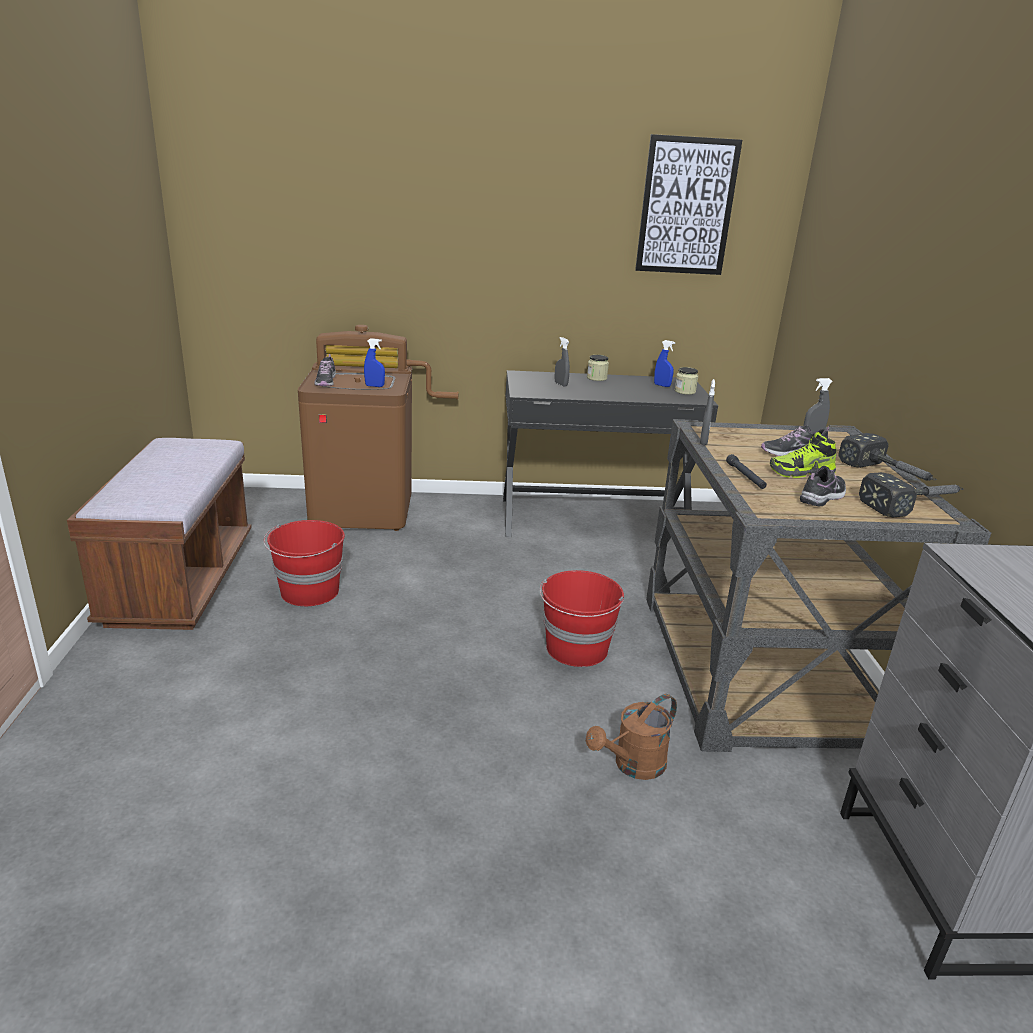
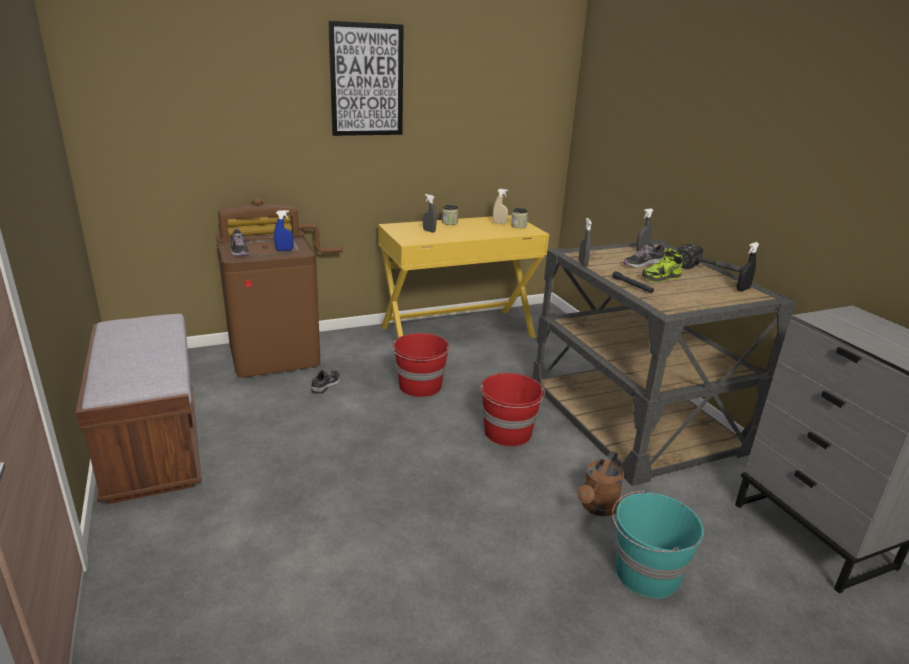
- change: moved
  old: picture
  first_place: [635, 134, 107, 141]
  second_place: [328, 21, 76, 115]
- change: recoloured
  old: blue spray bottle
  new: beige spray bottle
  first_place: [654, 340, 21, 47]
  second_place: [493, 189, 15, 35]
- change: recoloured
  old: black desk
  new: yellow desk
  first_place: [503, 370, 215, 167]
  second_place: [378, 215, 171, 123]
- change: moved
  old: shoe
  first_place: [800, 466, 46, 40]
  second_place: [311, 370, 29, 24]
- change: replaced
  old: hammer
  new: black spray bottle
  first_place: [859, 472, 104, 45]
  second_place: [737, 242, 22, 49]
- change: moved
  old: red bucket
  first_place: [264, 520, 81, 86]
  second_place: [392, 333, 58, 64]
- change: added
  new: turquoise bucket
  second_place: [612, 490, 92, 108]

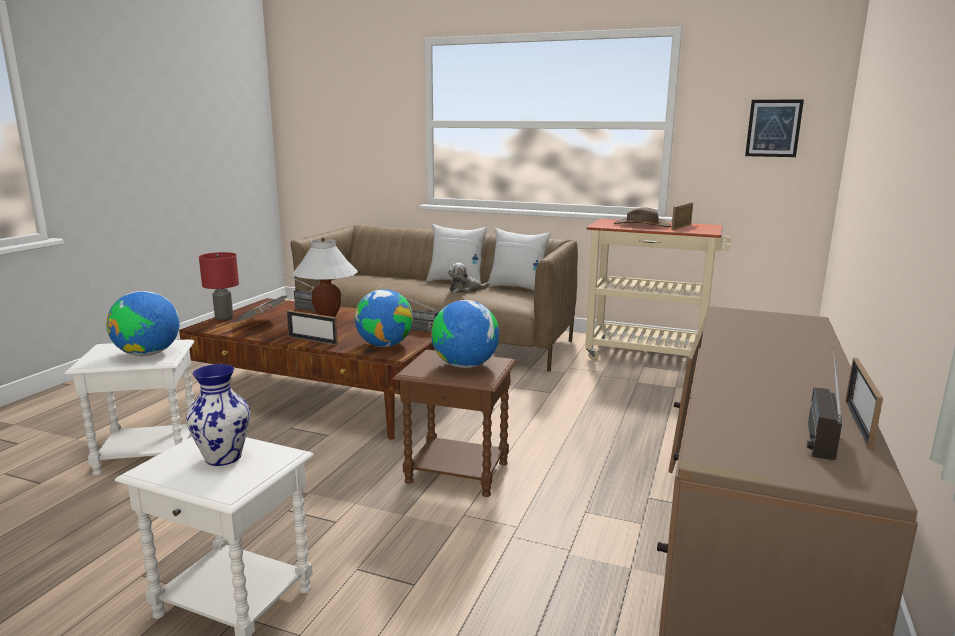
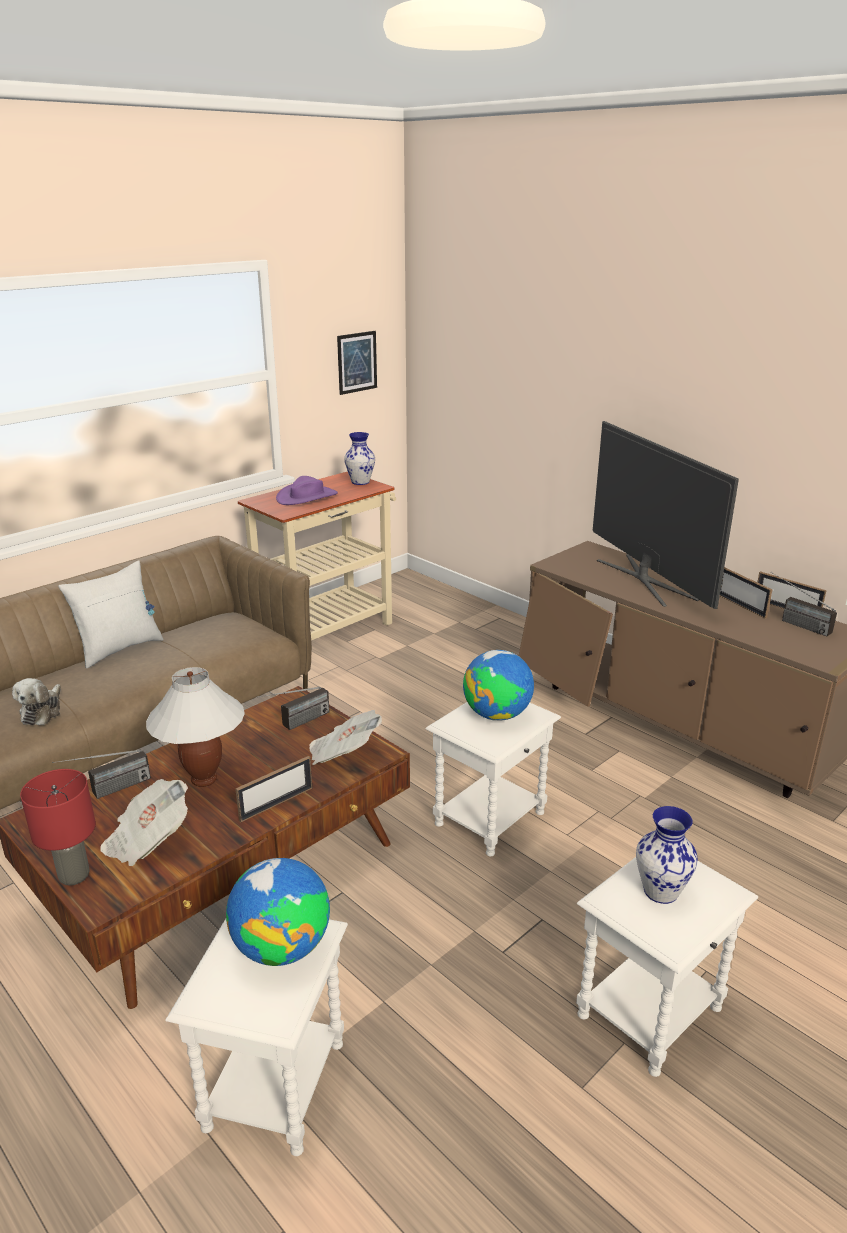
- change: moved
  old: picture frame
  first_place: [672, 202, 21, 28]
  second_place: [720, 567, 52, 52]
- change: recoloured
  old: brown hat
  new: purple hat
  first_place: [614, 207, 57, 20]
  second_place: [276, 476, 62, 29]
- change: removed
  old: grey pillow
  first_place: [488, 228, 63, 63]
- change: moved
  old: plush toy
  first_place: [448, 263, 42, 30]
  second_place: [12, 678, 49, 47]
- change: replaced
  old: globe
  new: newspaper
  first_place: [355, 289, 58, 58]
  second_place: [309, 710, 73, 55]
- change: recoloured
  old: brown side table
  new: white side table
  first_place: [393, 350, 124, 147]
  second_place: [426, 702, 135, 154]
- change: added
  new: television
  second_place: [593, 421, 146, 188]
- change: added
  new: vase
  second_place: [344, 432, 31, 53]

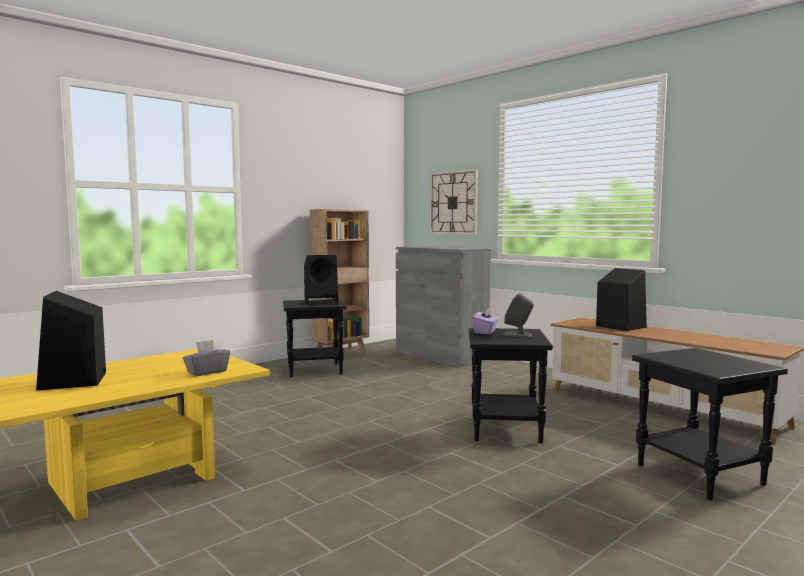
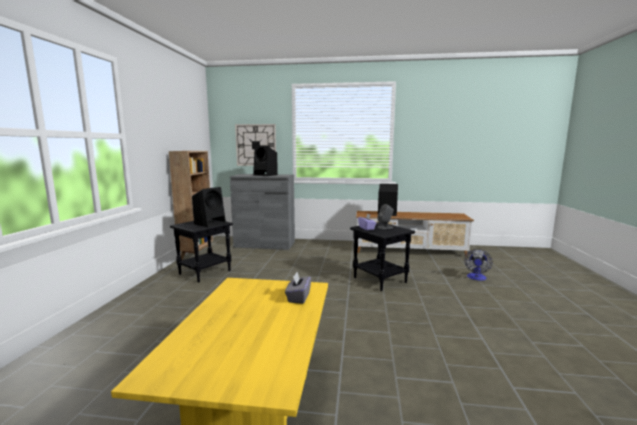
- change: moved
  old: black speaker
  first_place: [36, 291, 70, 100]
  second_place: [253, 146, 25, 30]
- change: replaced
  old: black side table
  new: fan
  first_place: [632, 348, 156, 152]
  second_place: [464, 249, 29, 32]

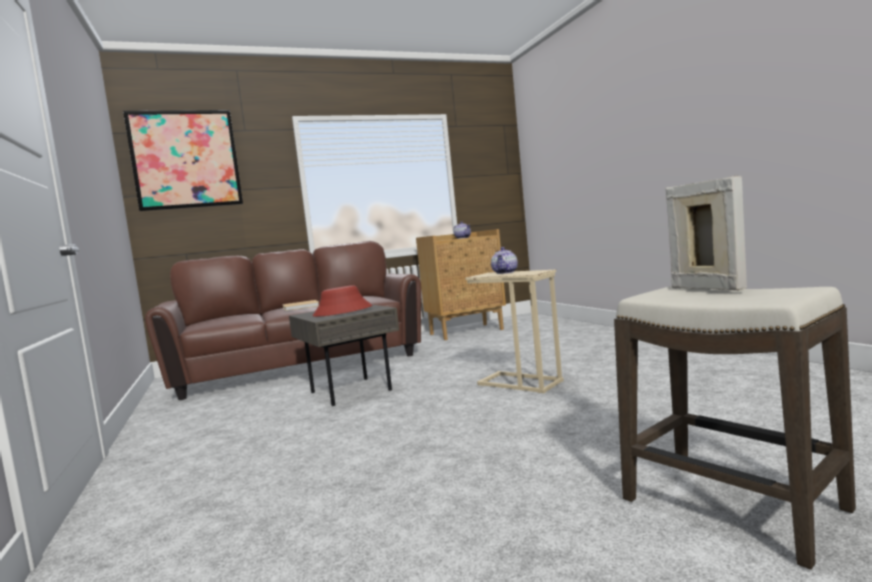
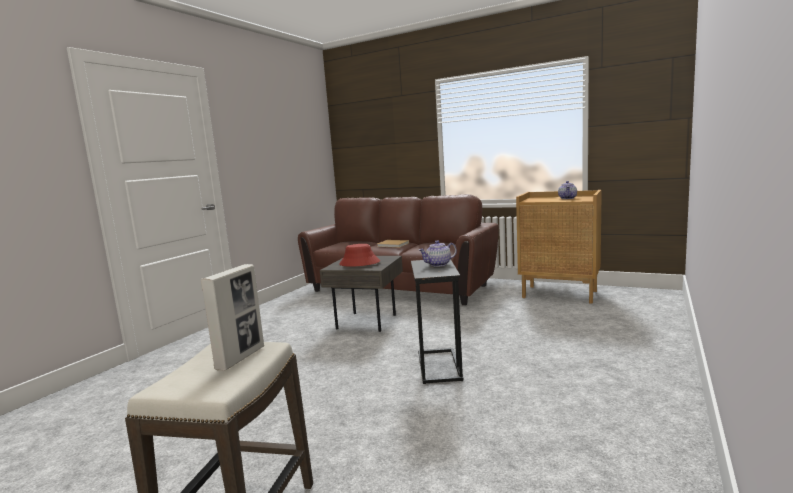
- change: removed
  old: picture
  first_place: [123, 110, 120, 101]
- change: recoloured
  old: beige side table
  new: black side table
  first_place: [465, 270, 99, 123]
  second_place: [411, 259, 52, 125]

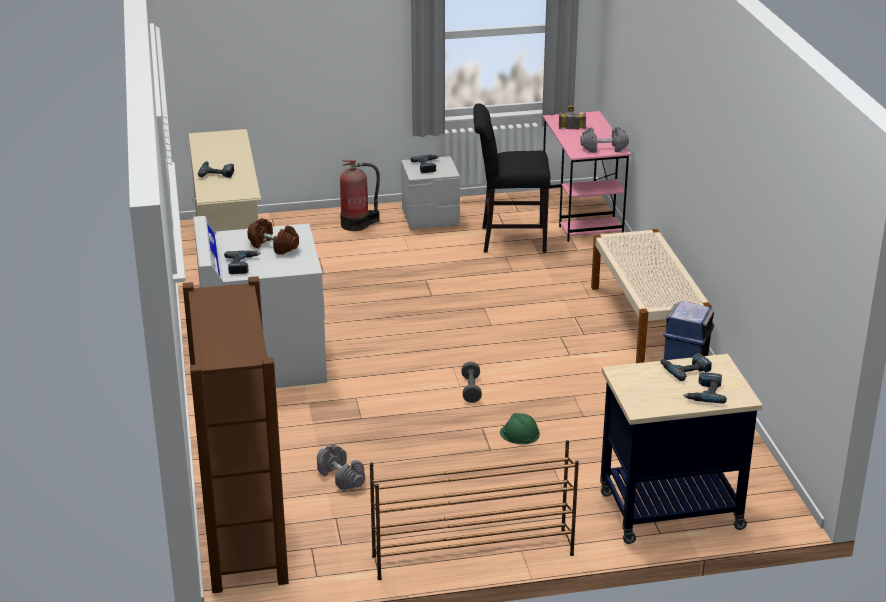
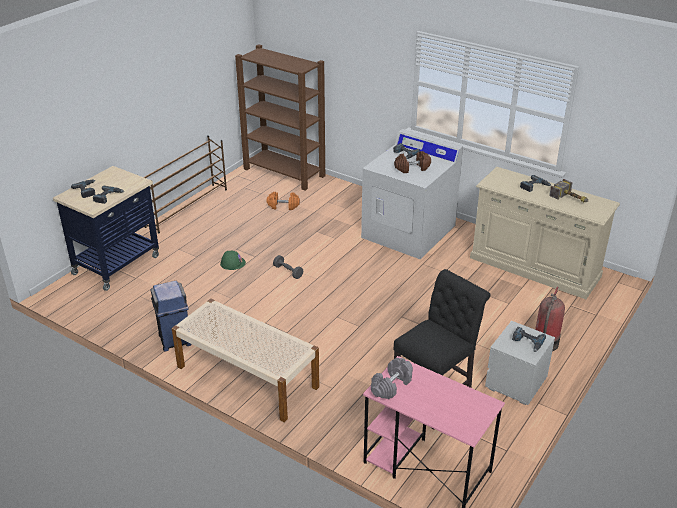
- change: moved
  old: hammer
  first_place: [559, 105, 27, 24]
  second_place: [549, 179, 39, 23]
- change: recoloured
  old: grey dumbbell
  new: orange dumbbell
  first_place: [317, 445, 48, 46]
  second_place: [267, 192, 33, 18]

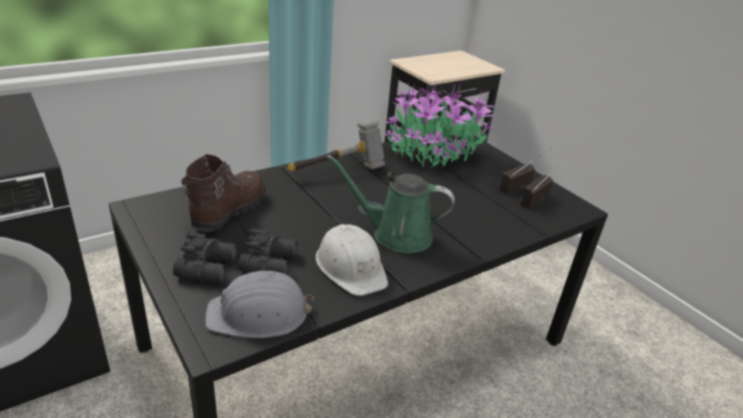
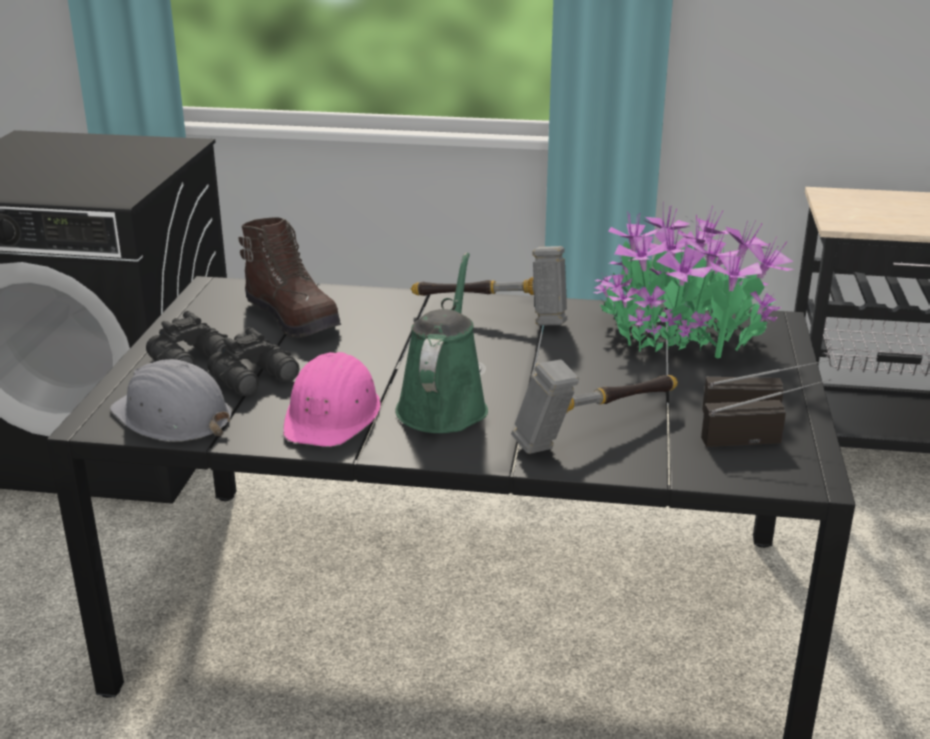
- change: turned
  old: brown boot
  first_place: [181, 154, 85, 78]
  second_place: [238, 217, 103, 121]
  degrees: 75
- change: turned
  old: green watering can
  first_place: [326, 155, 129, 98]
  second_place: [395, 253, 93, 180]
  degrees: 45
- change: recoloured
  old: white hard hat
  new: pink hard hat
  first_place: [315, 224, 73, 72]
  second_place: [283, 352, 98, 95]
- change: added
  new: hammer
  second_place: [511, 360, 167, 94]

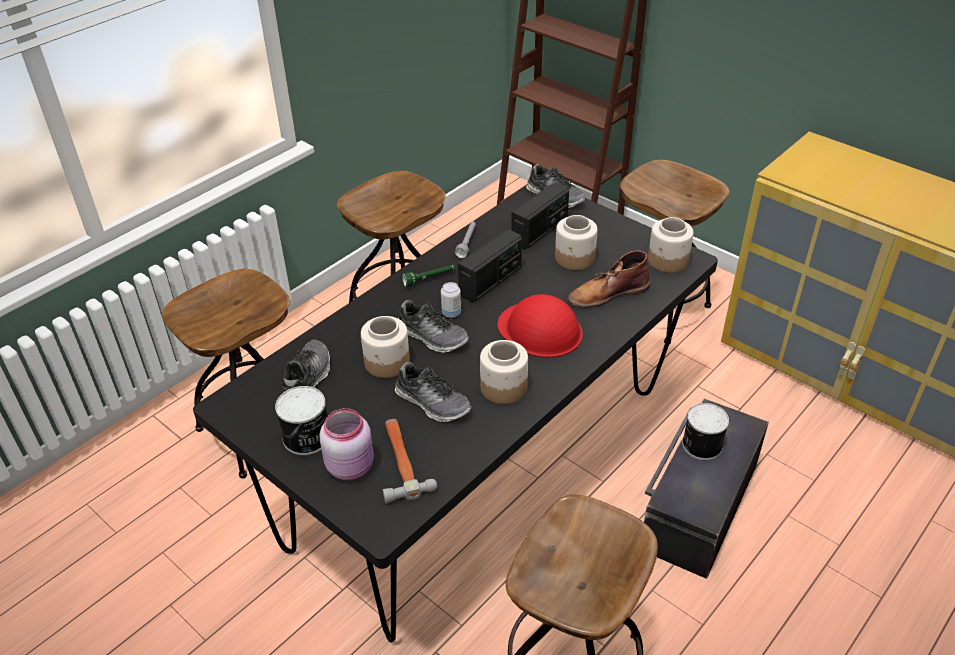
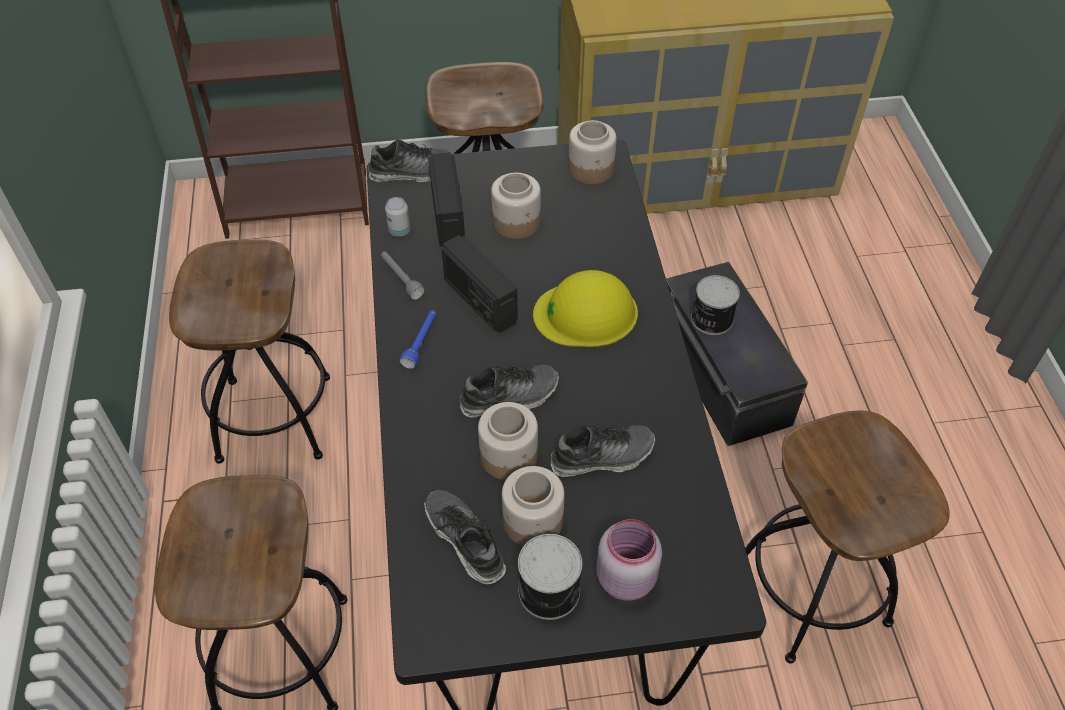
- change: turned
  old: radio
  first_place: [458, 229, 64, 73]
  second_place: [442, 235, 76, 98]
  degrees: 150
- change: removed
  old: brown boot
  first_place: [568, 250, 82, 58]
- change: recoloured
  old: green flashlight
  new: blue flashlight
  first_place: [402, 265, 53, 22]
  second_place: [399, 310, 38, 59]
- change: moved
  old: can
  first_place: [441, 282, 20, 36]
  second_place: [385, 197, 25, 40]
- change: recoloured
  old: red hard hat
  new: yellow hard hat
  first_place: [498, 294, 85, 64]
  second_place: [533, 270, 105, 77]
- change: moved
  old: jar
  first_place: [480, 340, 48, 64]
  second_place: [502, 466, 62, 80]
- change: removed
  old: hammer
  first_place: [383, 419, 54, 85]

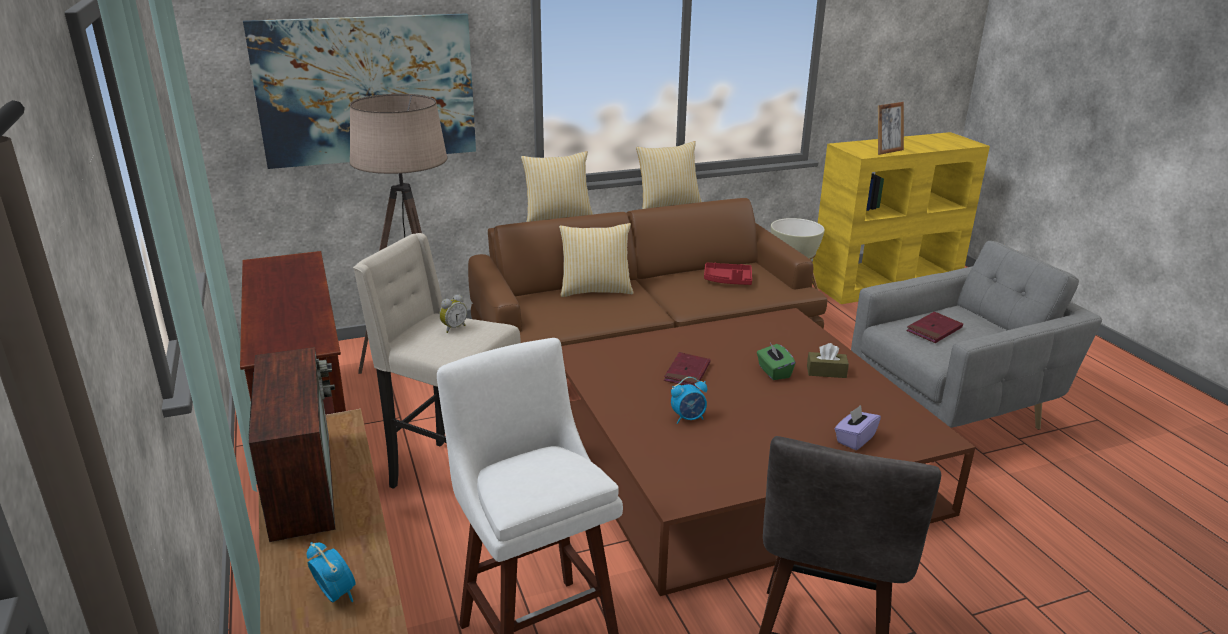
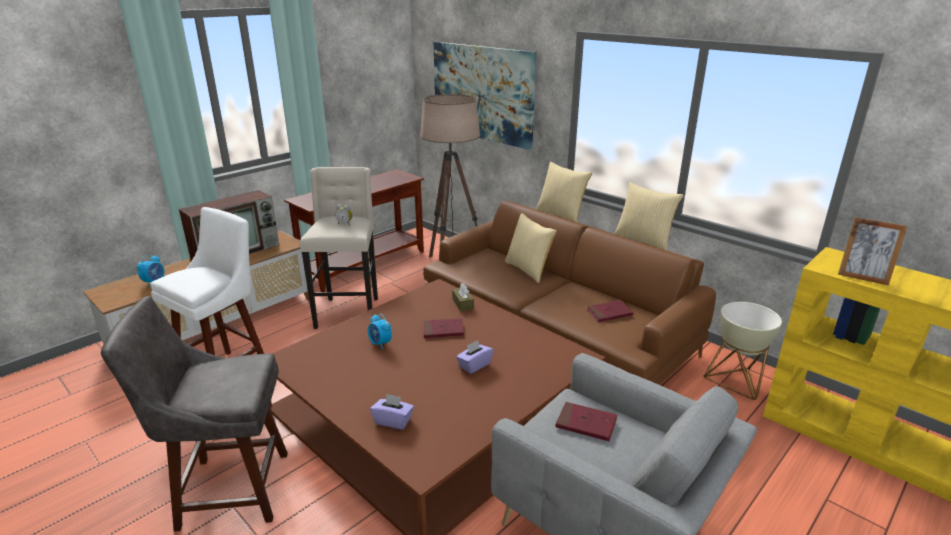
- change: replaced
  old: red tray
  new: red book
  first_place: [704, 263, 48, 22]
  second_place: [587, 300, 46, 22]
- change: recoloured
  old: green tissue box
  new: purple tissue box
  first_place: [757, 343, 38, 37]
  second_place: [456, 340, 38, 34]
- change: moved
  old: brown tissue box
  first_place: [807, 343, 42, 35]
  second_place: [452, 284, 22, 28]

